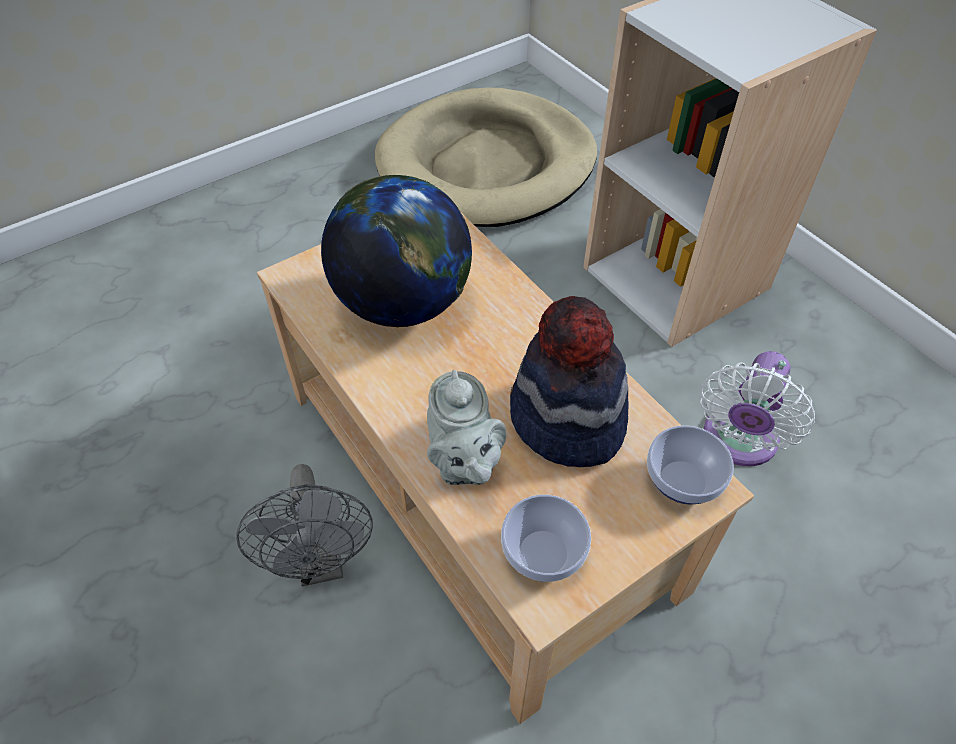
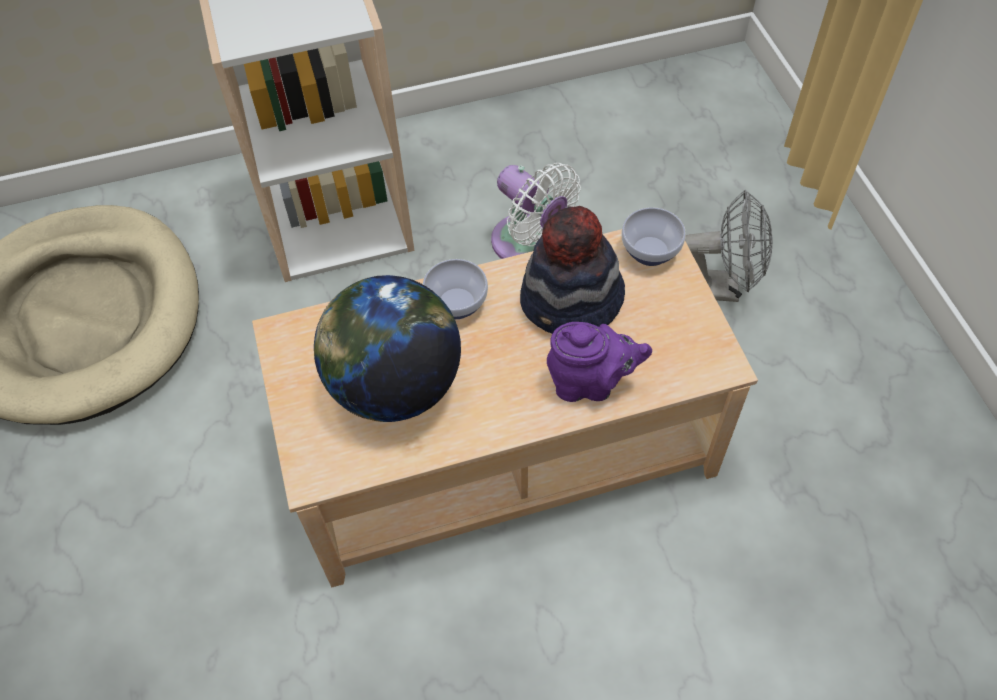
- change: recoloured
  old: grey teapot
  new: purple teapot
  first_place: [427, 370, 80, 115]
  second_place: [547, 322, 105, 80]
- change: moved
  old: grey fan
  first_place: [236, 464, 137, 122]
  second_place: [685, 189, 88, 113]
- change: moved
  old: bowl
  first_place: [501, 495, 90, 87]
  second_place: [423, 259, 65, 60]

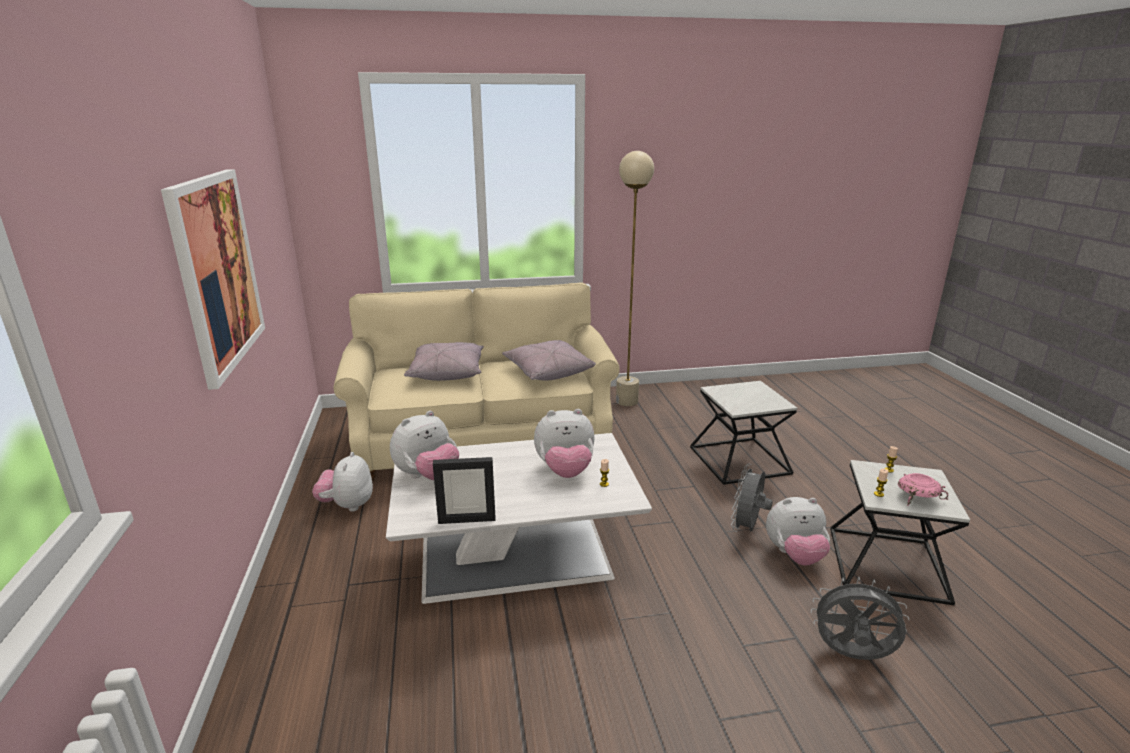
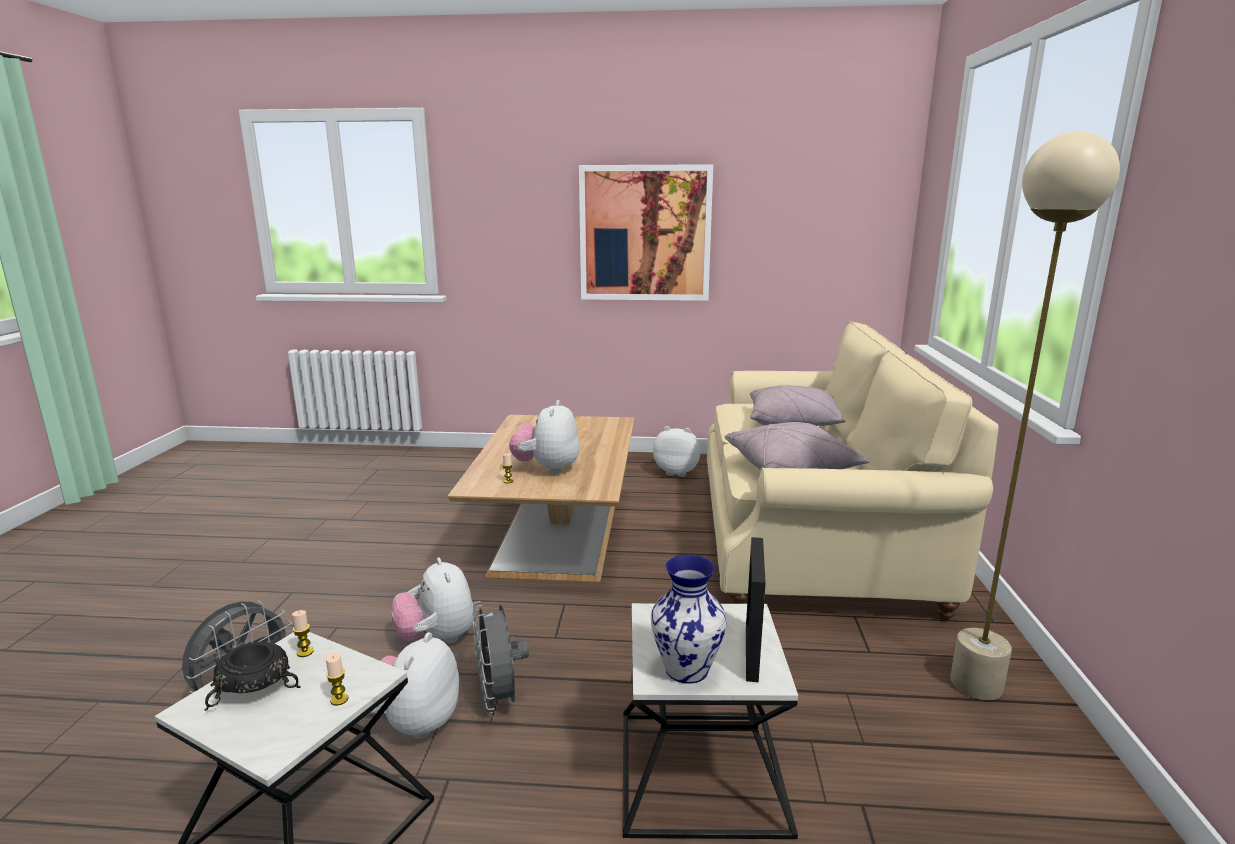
- change: moved
  old: plush toy
  first_place: [390, 411, 69, 69]
  second_place: [392, 557, 82, 86]
- change: recoloured
  old: white coffee table
  new: brown coffee table
  first_place: [386, 433, 266, 171]
  second_place: [448, 415, 187, 167]
- change: moved
  old: picture frame
  first_place: [433, 457, 62, 67]
  second_place: [746, 537, 20, 145]
- change: turned
  old: grey fan
  first_place: [731, 464, 42, 68]
  second_place: [472, 601, 57, 113]
  degrees: -150
- change: recoloured
  old: pink bowl
  new: black bowl
  first_place: [898, 473, 51, 33]
  second_place: [204, 642, 97, 69]
- change: added
  new: vase
  second_place: [651, 555, 76, 129]

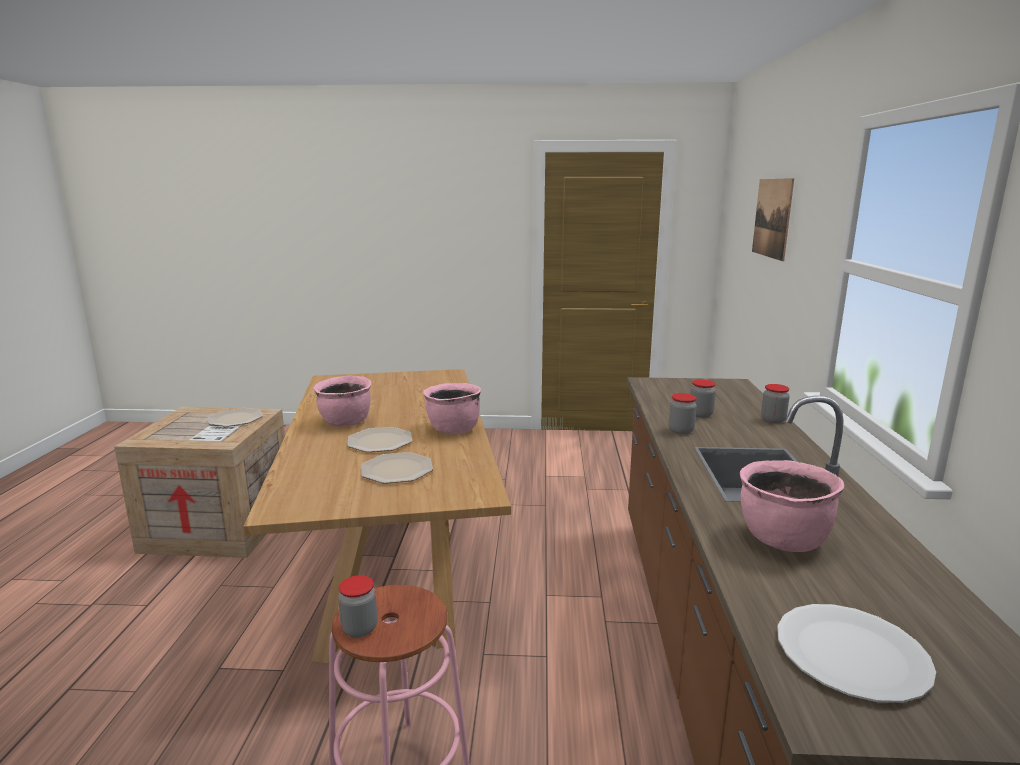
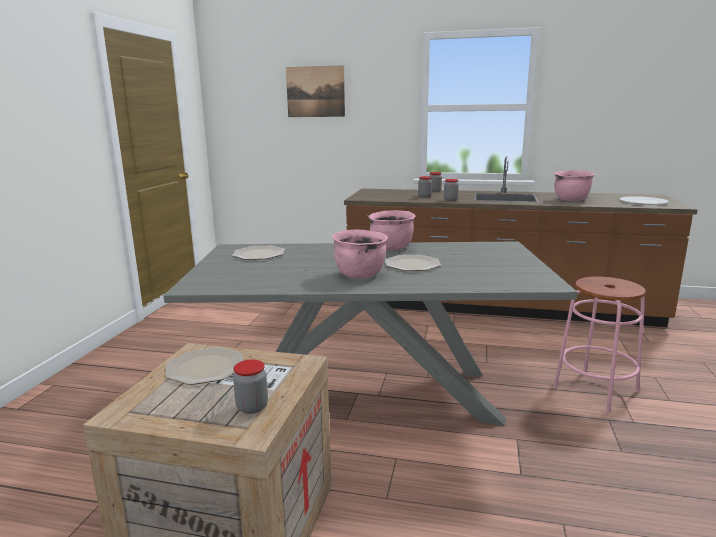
- change: recoloured
  old: brown dining table
  new: grey dining table
  first_place: [243, 369, 268, 295]
  second_place: [163, 241, 415, 185]
- change: moved
  old: plate
  first_place: [361, 452, 72, 32]
  second_place: [232, 246, 53, 14]
- change: moved
  old: jar
  first_place: [338, 575, 39, 63]
  second_place: [233, 359, 35, 55]

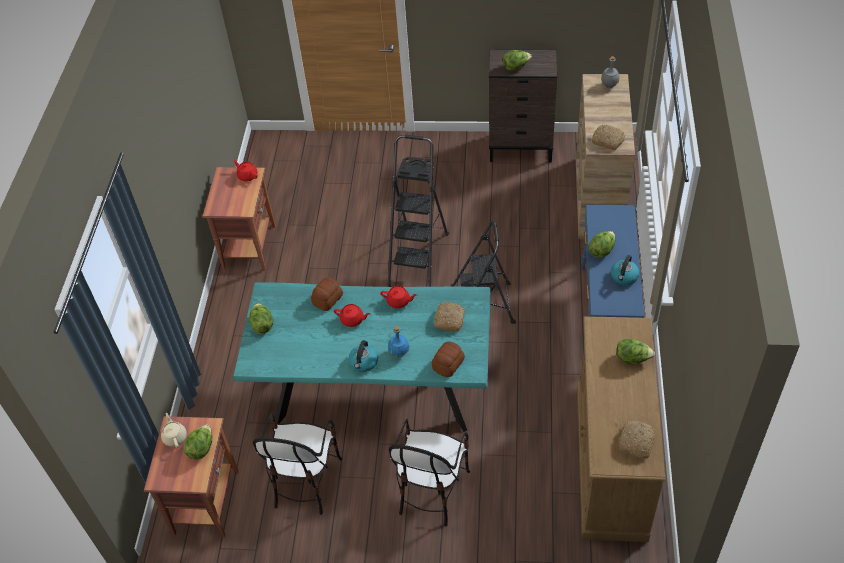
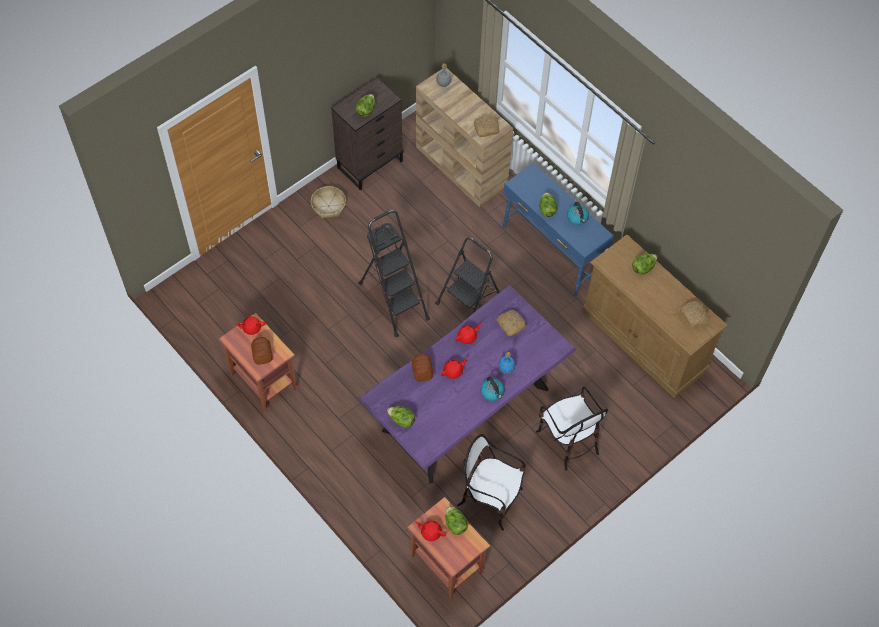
- change: recoloured
  old: turquoise dining table
  new: purple dining table
  first_place: [232, 282, 259, 150]
  second_place: [359, 285, 217, 199]
- change: moved
  old: bread
  first_place: [432, 342, 33, 35]
  second_place: [251, 337, 22, 27]
- change: turned
  old: chair
  first_place: [253, 412, 89, 103]
  second_place: [457, 434, 69, 97]
  degrees: 150
- change: recoloured
  old: beige teapot
  new: red teapot
  first_place: [161, 413, 26, 35]
  second_place: [415, 521, 31, 20]
- change: added
  new: basket
  second_place: [311, 186, 35, 32]

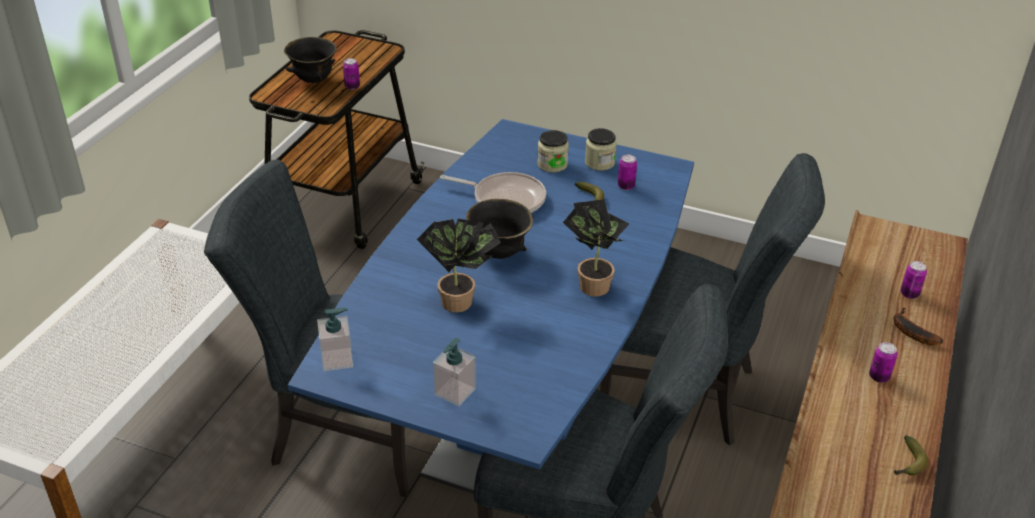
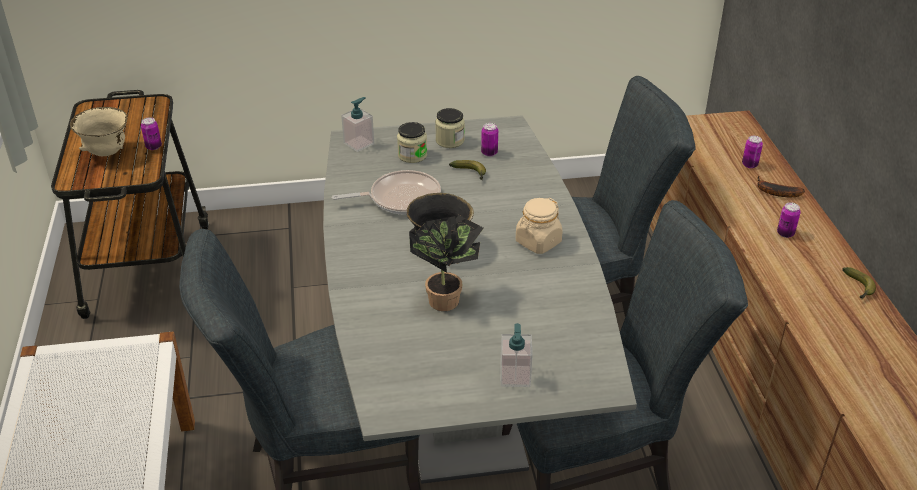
- change: recoloured
  old: black bowl
  new: beige bowl
  first_place: [284, 37, 53, 46]
  second_place: [70, 107, 58, 49]
- change: recoloured
  old: blue dining table
  new: grey dining table
  first_place: [288, 119, 406, 375]
  second_place: [323, 115, 314, 369]
- change: replaced
  old: potted plant
  new: beige jar
  first_place: [563, 199, 66, 98]
  second_place: [516, 198, 47, 56]
- change: moved
  old: soap dispenser
  first_place: [317, 308, 36, 63]
  second_place: [341, 97, 33, 55]

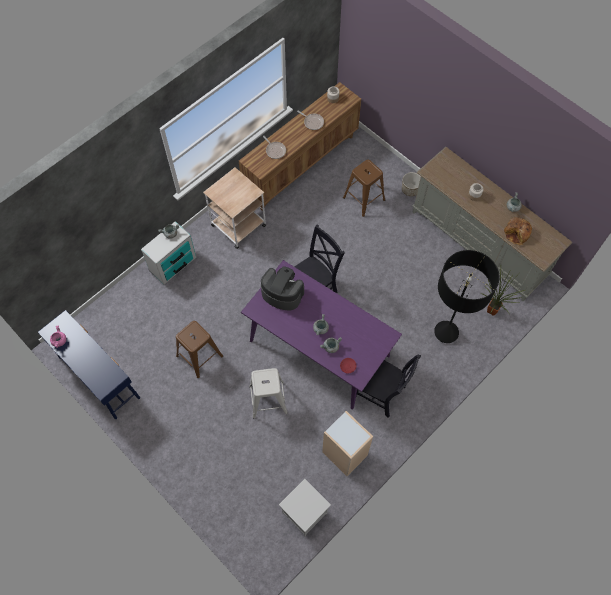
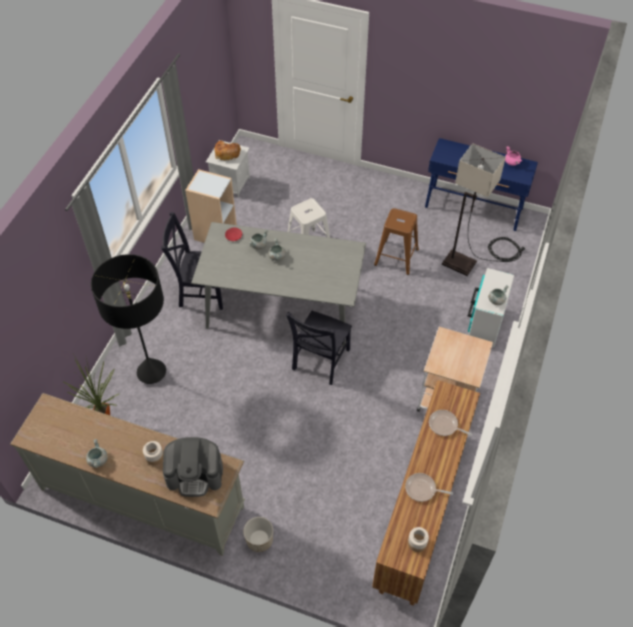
- change: removed
  old: brown stool
  first_place: [343, 160, 42, 57]
- change: moved
  old: bread
  first_place: [504, 217, 28, 28]
  second_place: [215, 141, 26, 20]
- change: recoloured
  old: purple dining table
  new: grey dining table
  first_place: [241, 260, 161, 150]
  second_place: [191, 222, 175, 125]
- change: moved
  old: coffee machine
  first_place: [261, 267, 43, 43]
  second_place: [163, 437, 60, 60]
- change: added
  new: floor lamp
  second_place: [442, 143, 83, 133]

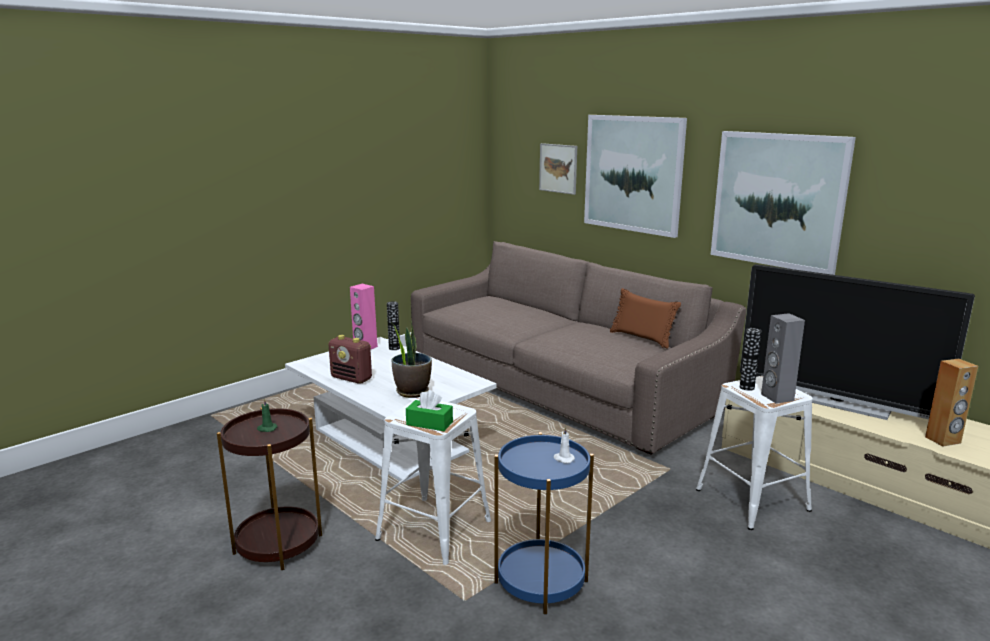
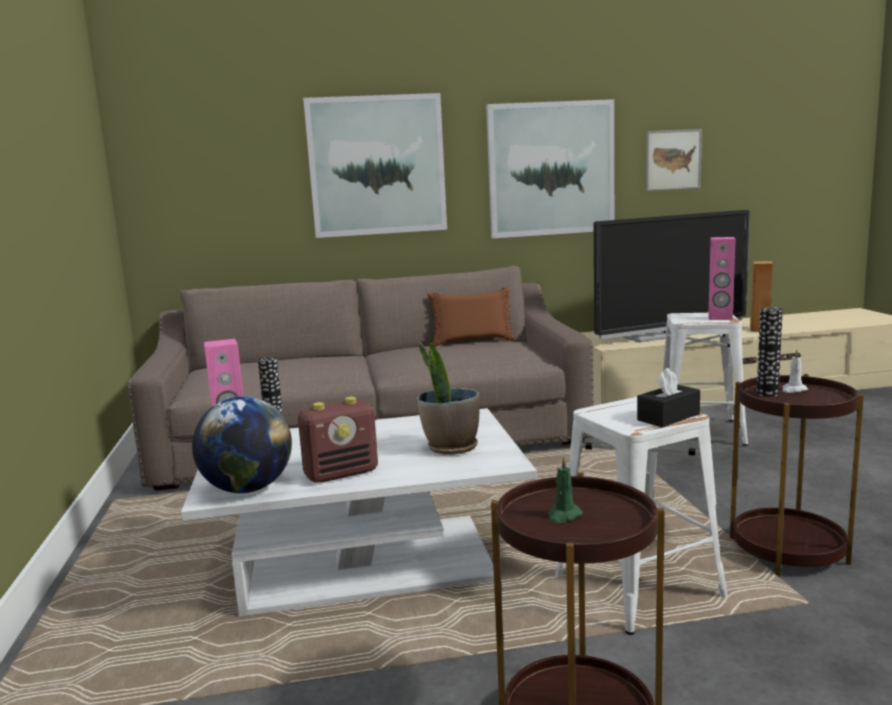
- change: moved
  old: picture
  first_place: [539, 143, 38, 52]
  second_place: [646, 129, 56, 62]
- change: recoloured
  old: grey speaker
  new: pink speaker
  first_place: [761, 313, 44, 91]
  second_place: [708, 237, 28, 83]
- change: moved
  old: vase
  first_place: [740, 328, 22, 63]
  second_place: [757, 307, 26, 90]
- change: recoloured
  old: green tissue box
  new: black tissue box
  first_place: [406, 390, 47, 41]
  second_place: [637, 368, 63, 59]
- change: recoloured
  old: blue side table
  new: brown side table
  first_place: [494, 432, 100, 182]
  second_place: [730, 374, 134, 203]
- change: added
  new: globe
  second_place: [192, 396, 100, 97]

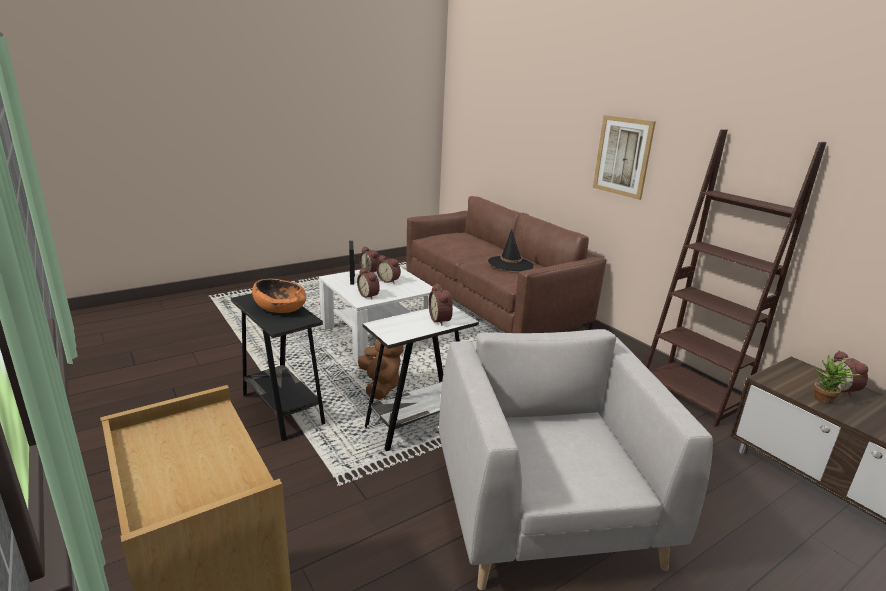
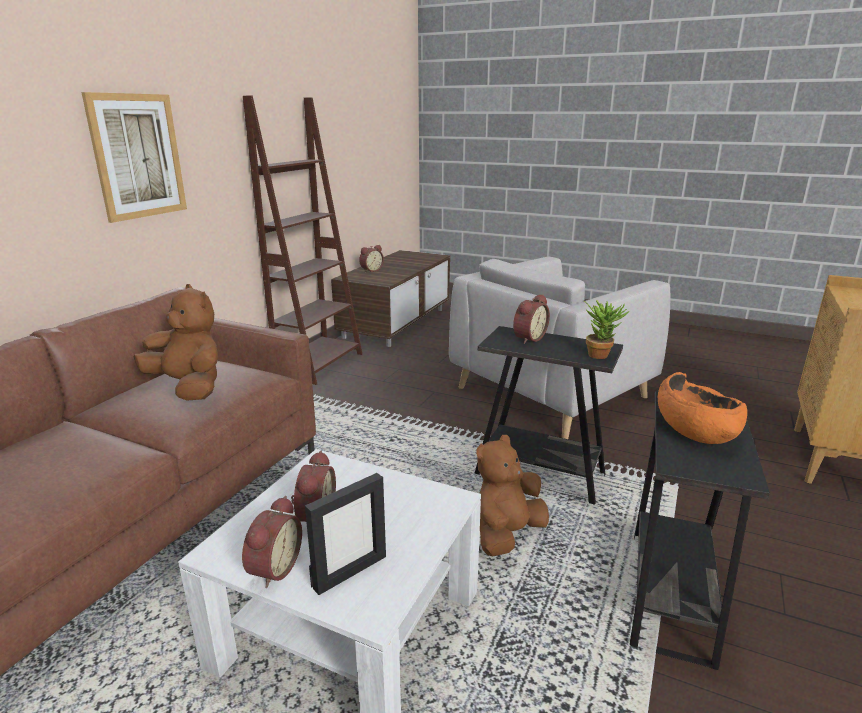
- change: replaced
  old: black hat
  new: brown plush toy
  first_place: [488, 229, 46, 42]
  second_place: [134, 284, 84, 117]
- change: removed
  old: alarm clock
  first_place: [357, 268, 23, 31]
- change: recoloured
  old: white side table
  new: black side table
  first_place: [363, 305, 116, 146]
  second_place: [475, 326, 148, 179]
- change: moved
  old: potted plant
  first_place: [814, 353, 47, 51]
  second_place: [583, 300, 46, 59]

